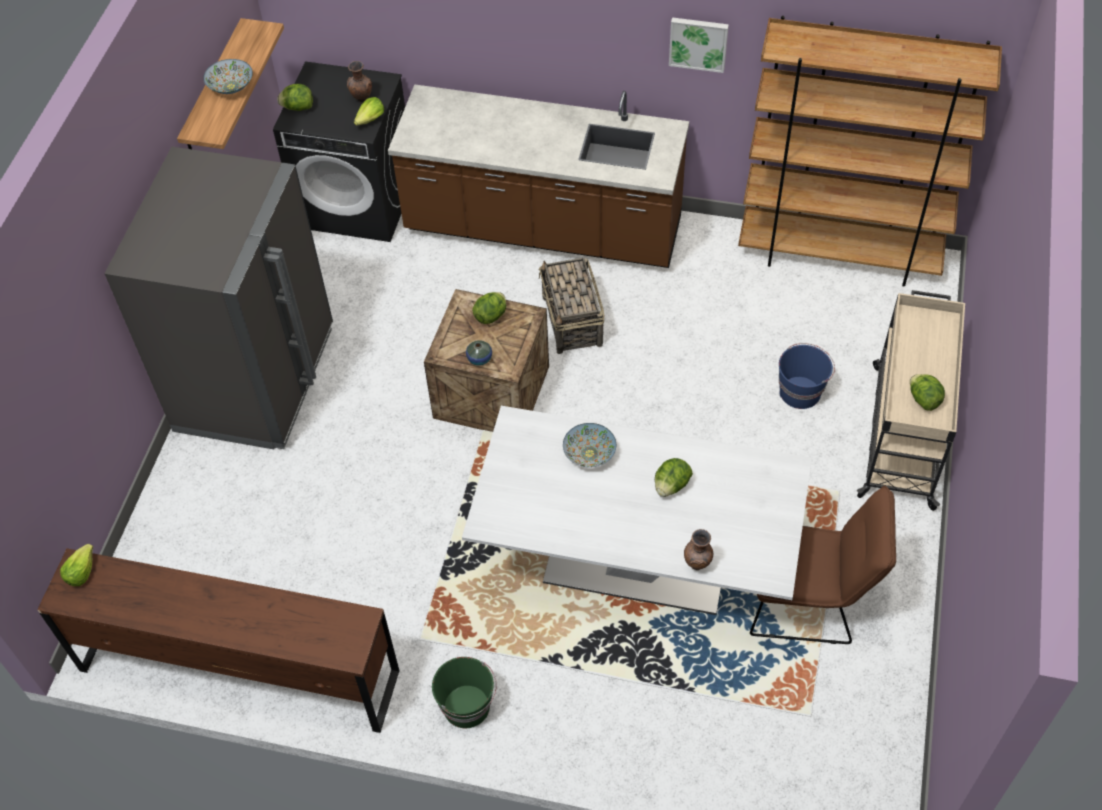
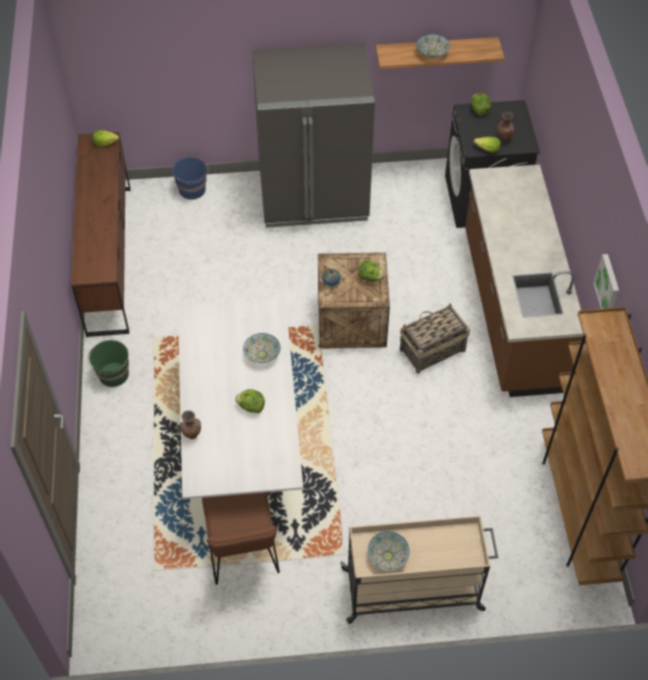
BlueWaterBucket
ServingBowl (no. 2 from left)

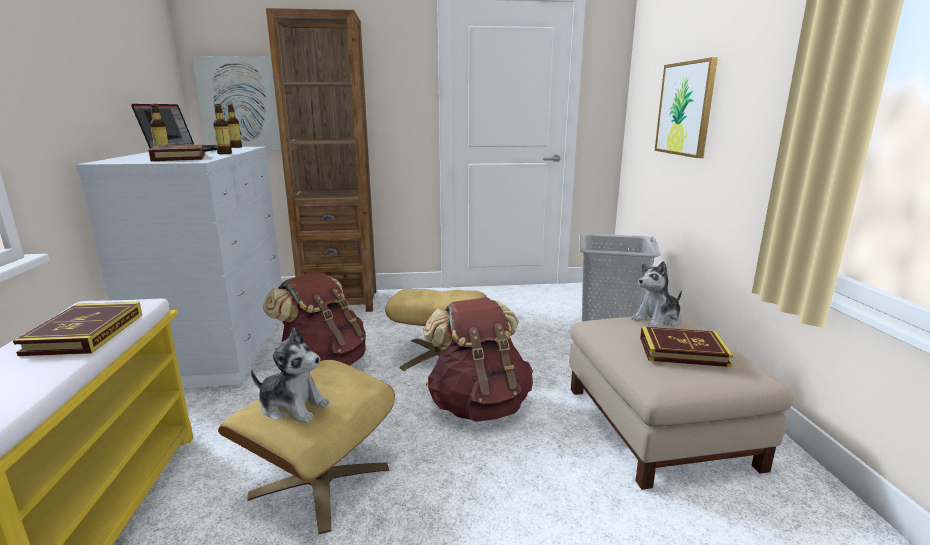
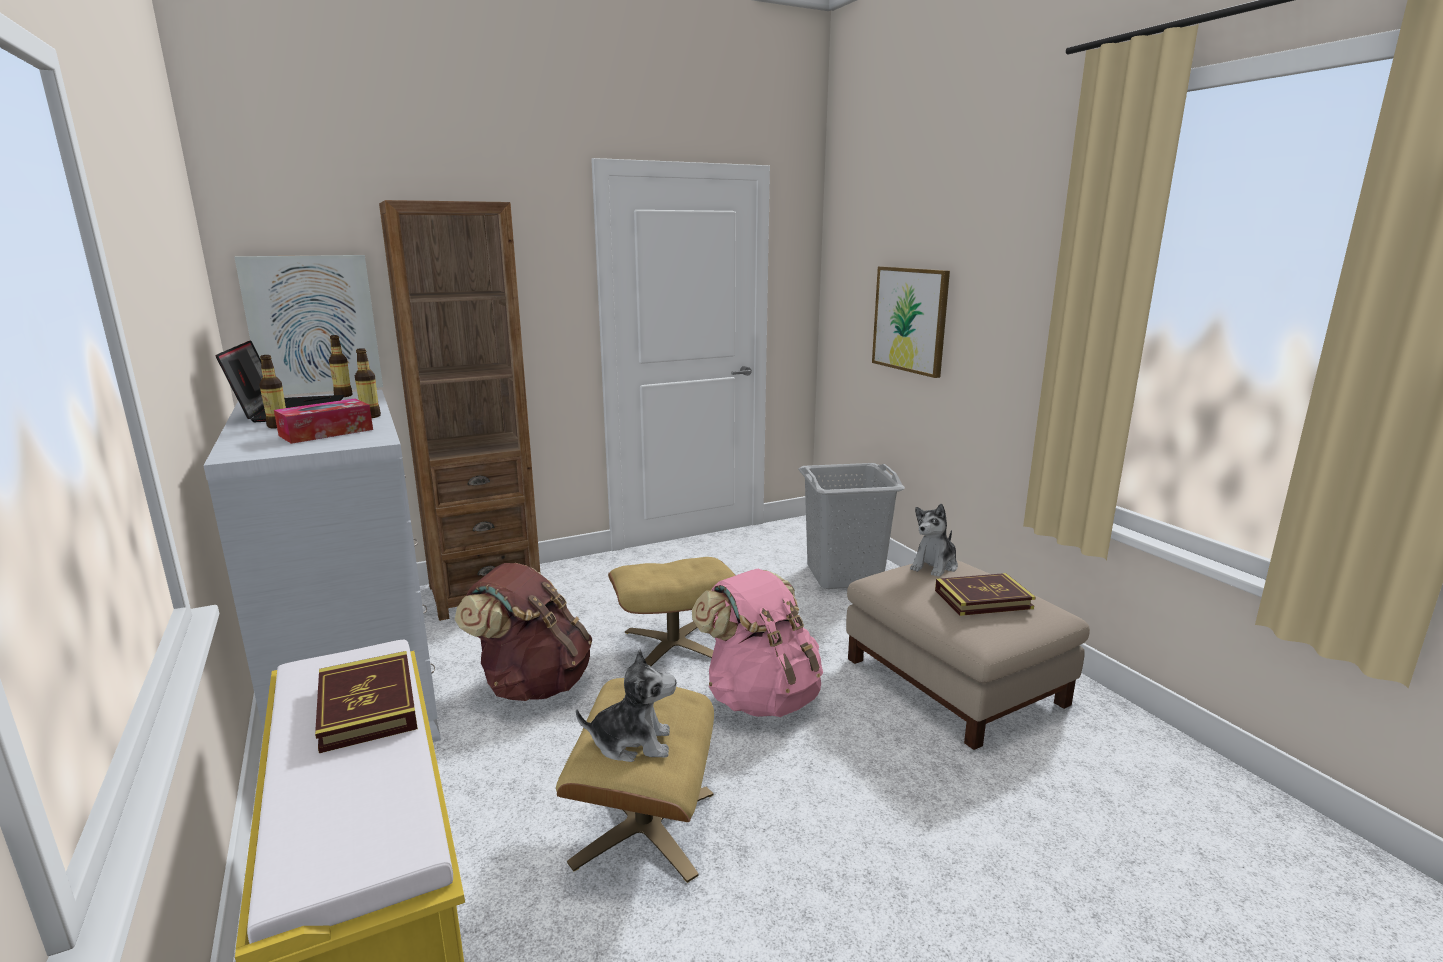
TissueHolder
PinkColouredKnapsack

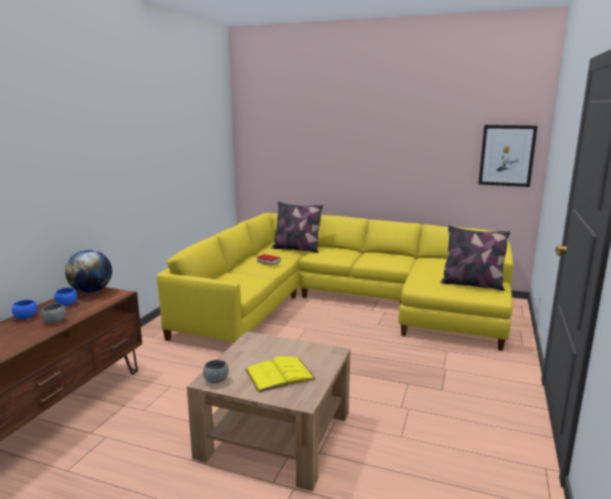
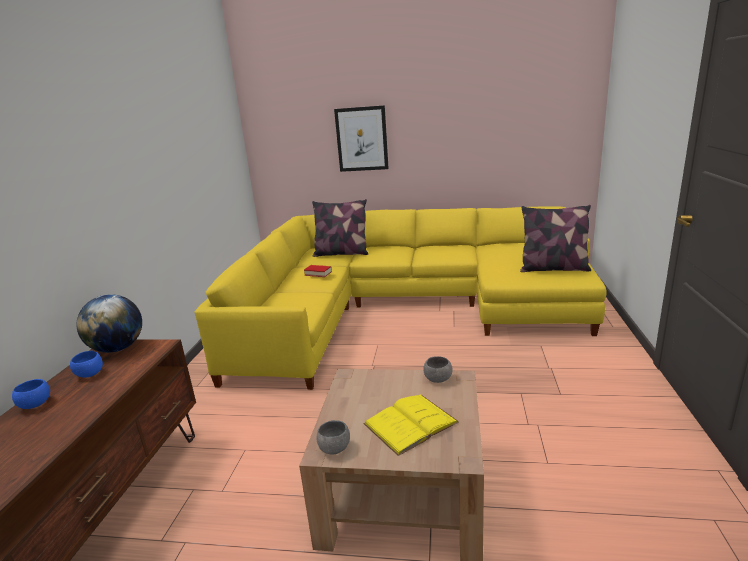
WallPicture
GreyishServingBowl (no. 2 from left)

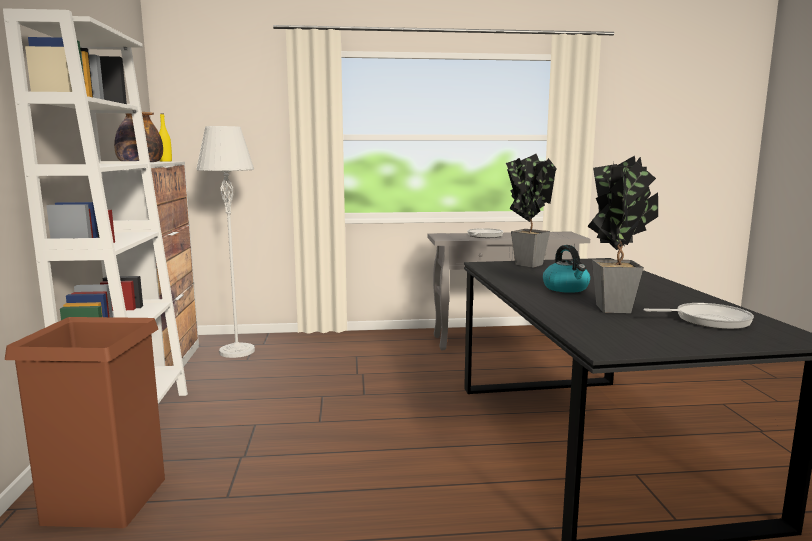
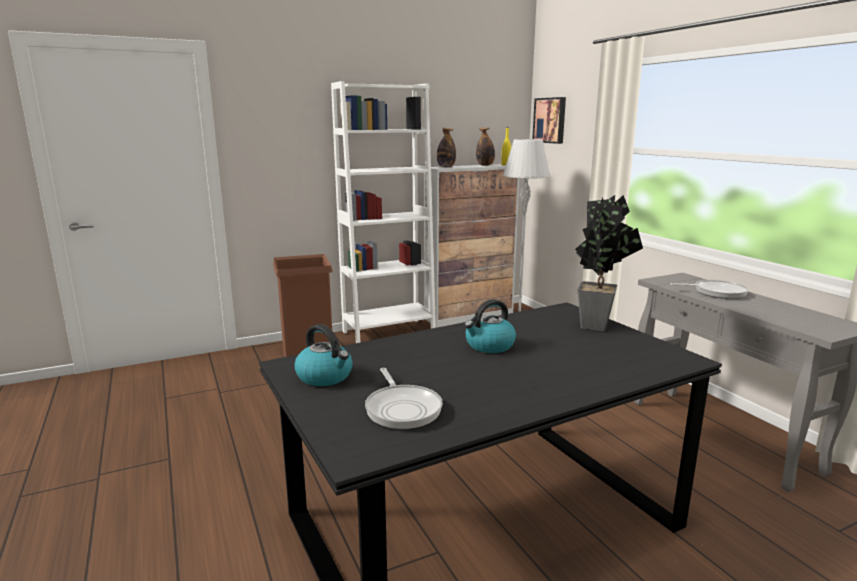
TeaKettle (no. 1 from left)
WallPicture
Houseplant (no. 2 from left in the first image)

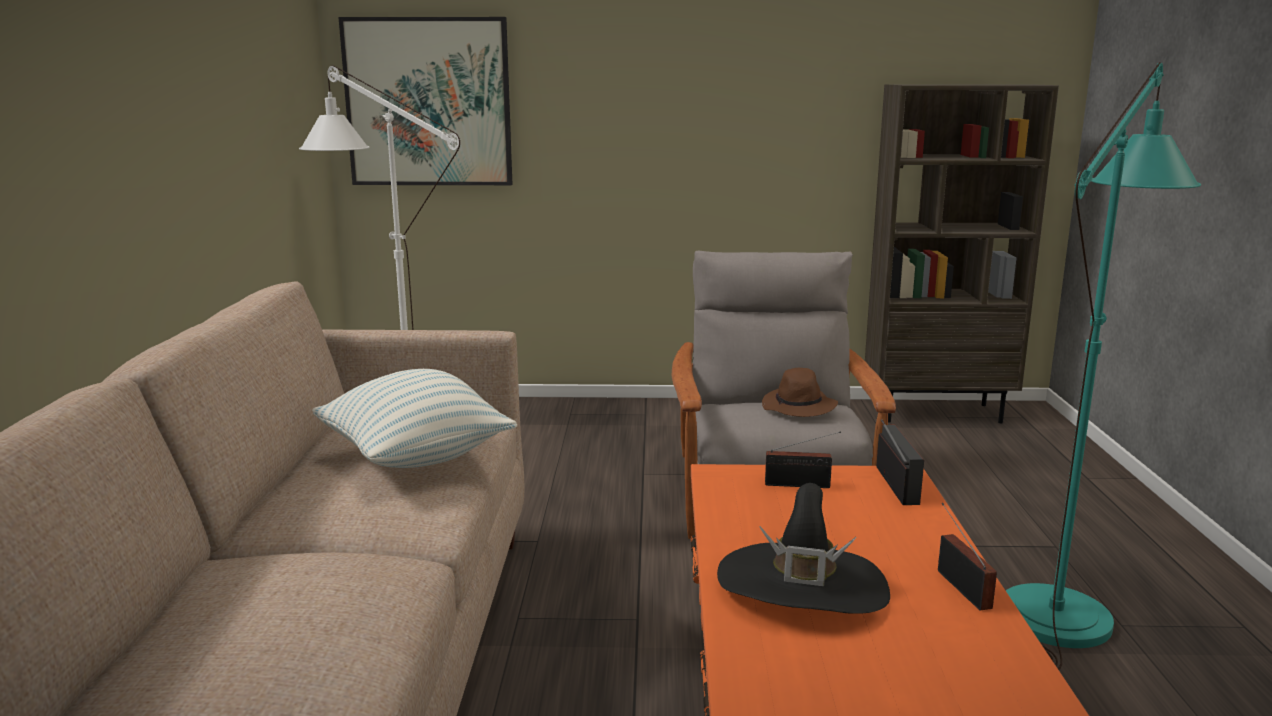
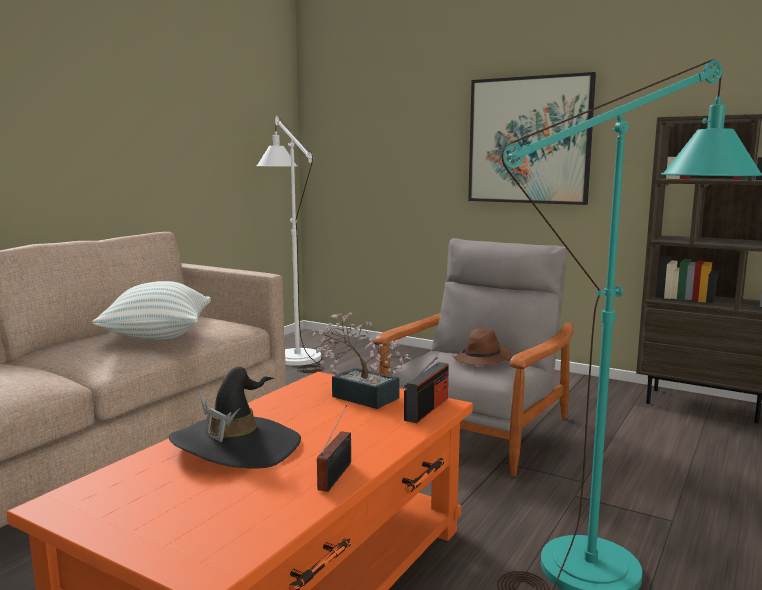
Houseplant
WallPicture

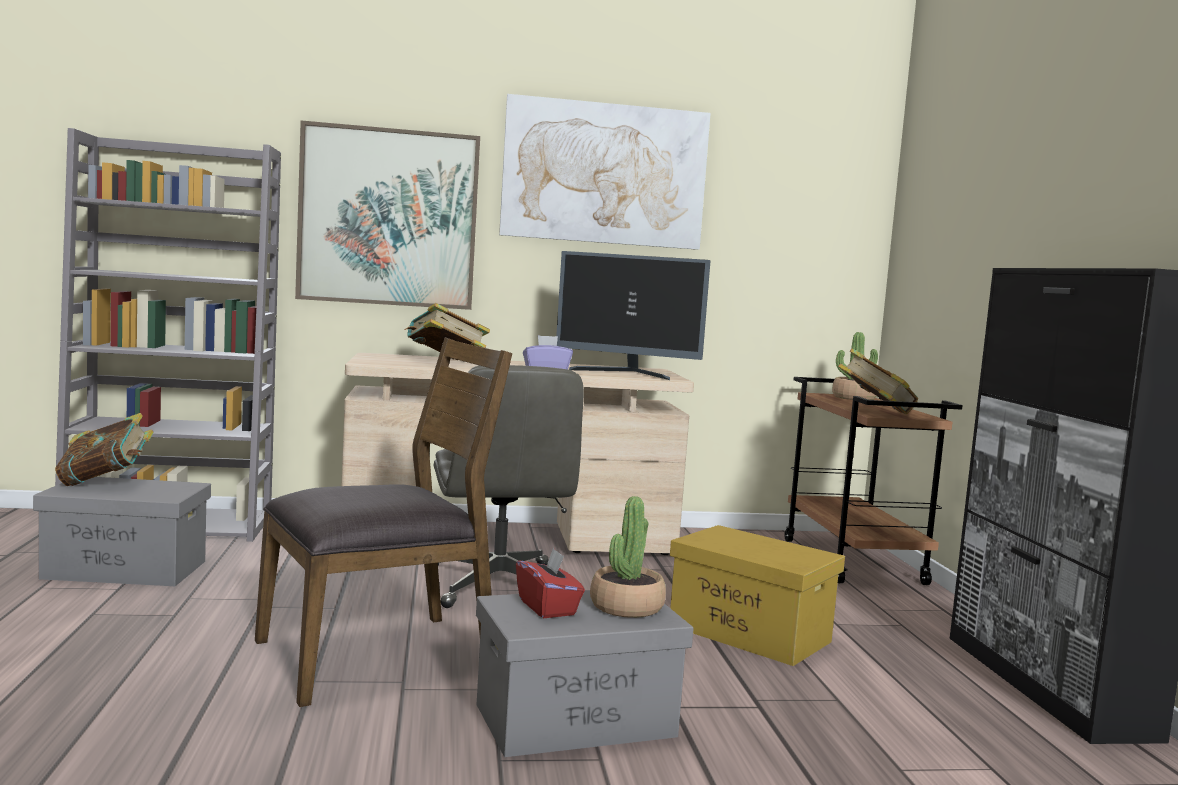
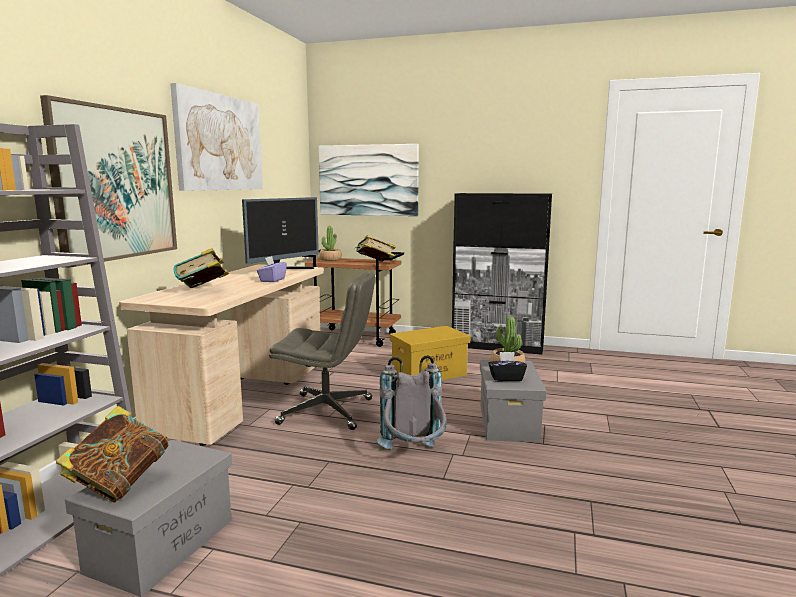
WallPicture (no. 3 from left)
GreyishKnapsack
BlackColouredTissueHolder

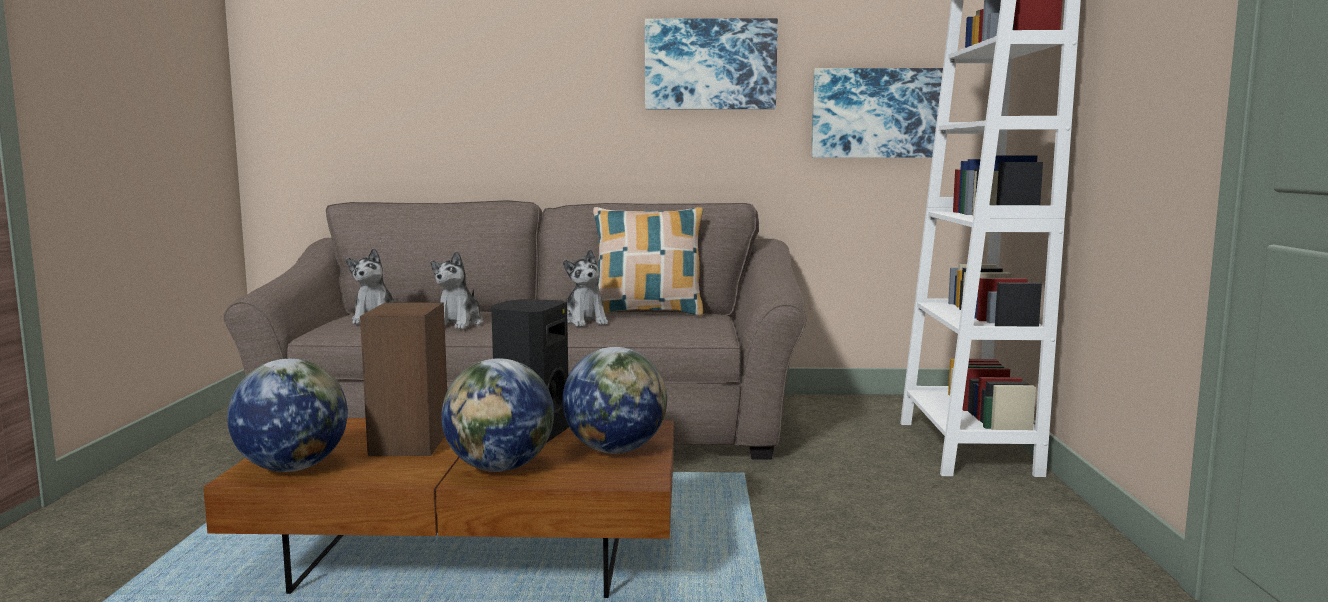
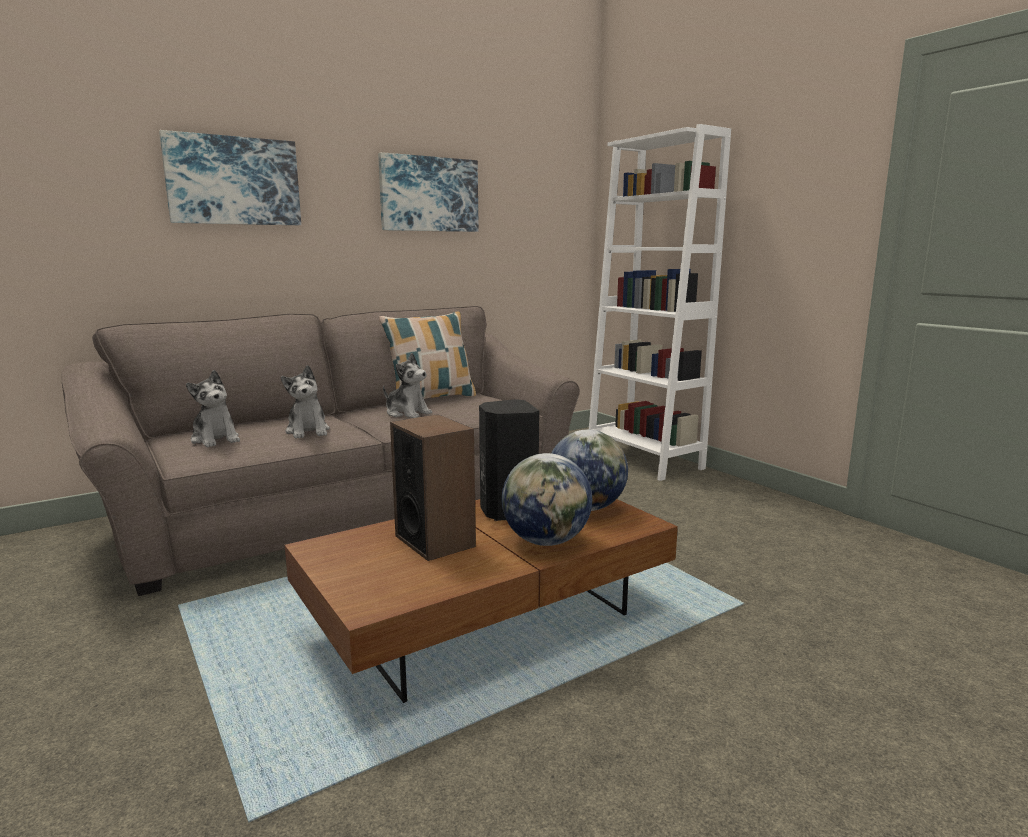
WallPicture (no. 1 from left)
WorldGlobe (no. 1 from left in the first image)

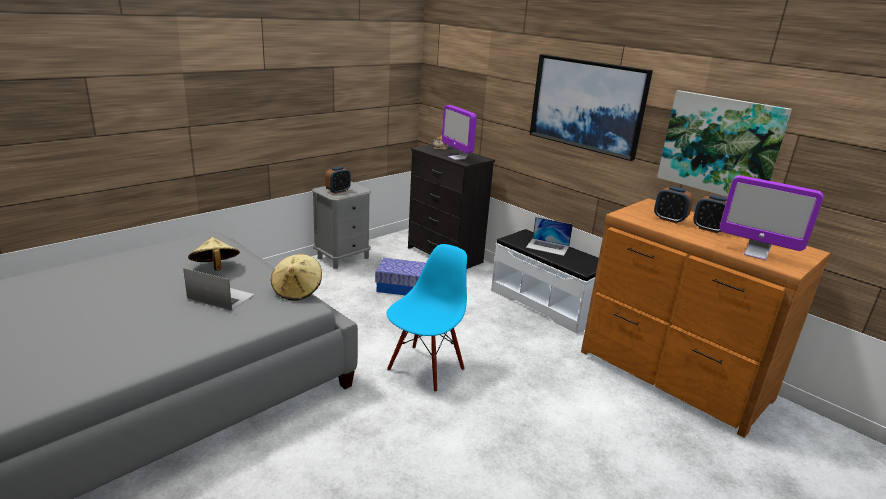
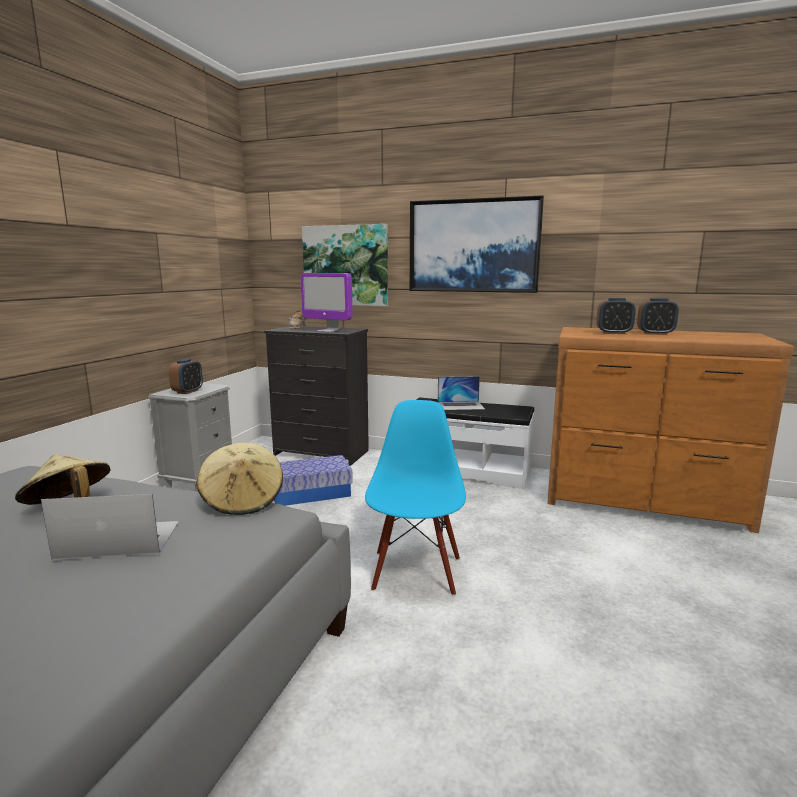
WallPicture (no. 1 from left)
ComputerScreen (no. 2 from left in the first image)

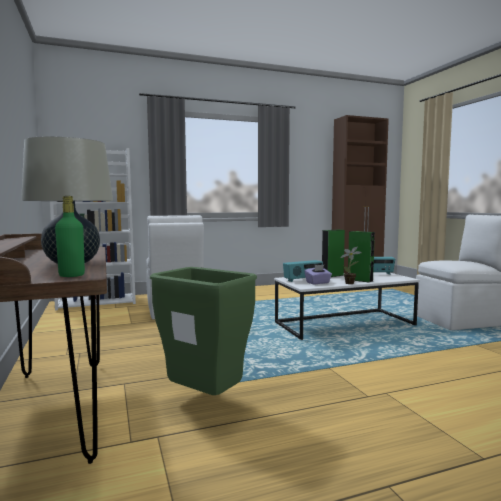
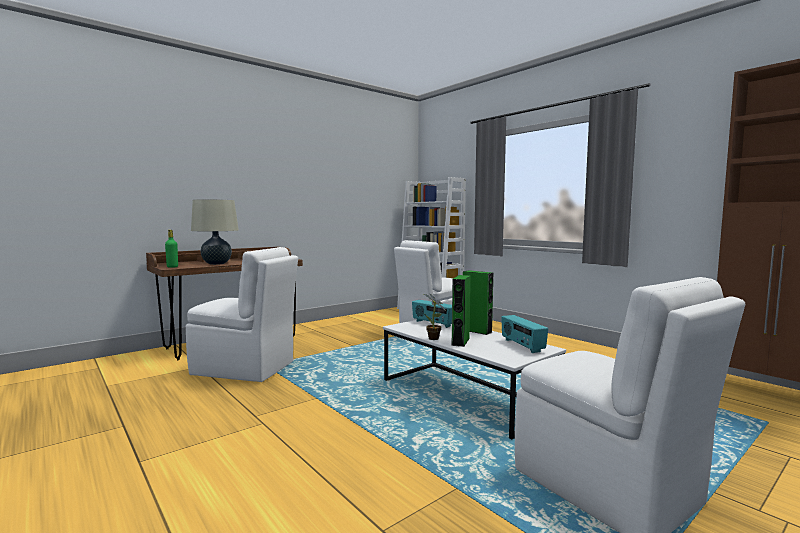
WhiteColouredUprightChair (no. 1 from left)
PurpleColouredTissueHolder

